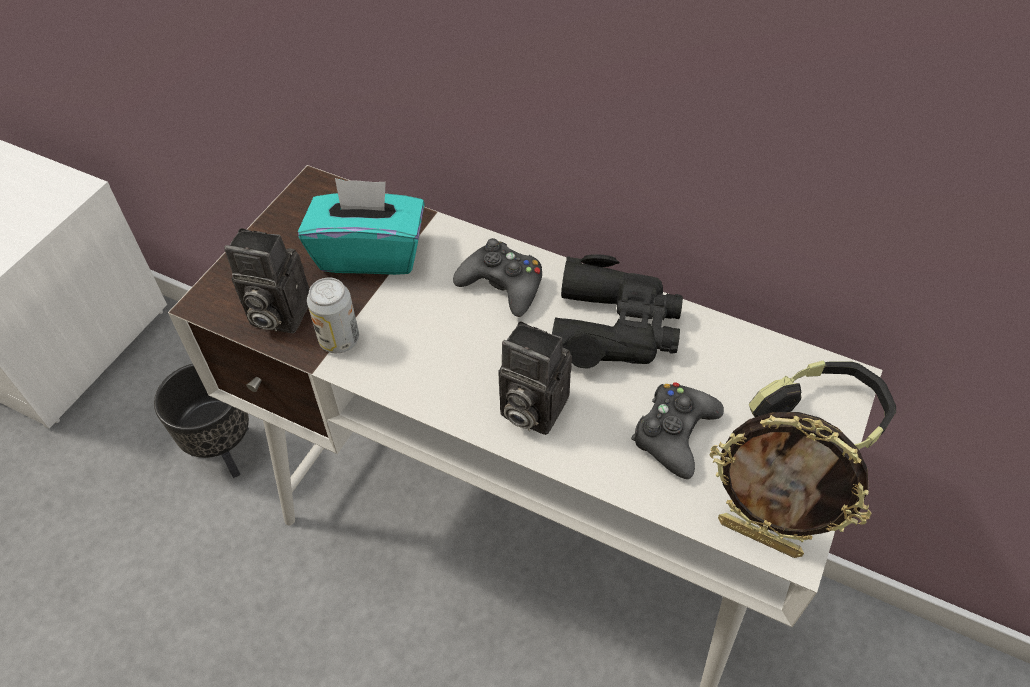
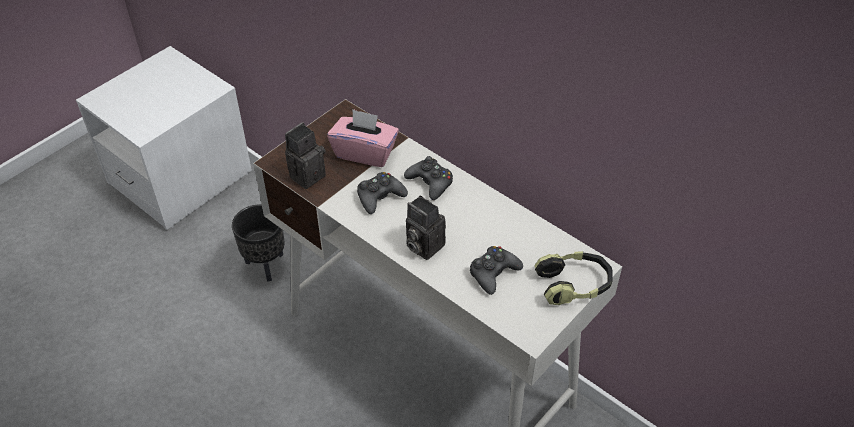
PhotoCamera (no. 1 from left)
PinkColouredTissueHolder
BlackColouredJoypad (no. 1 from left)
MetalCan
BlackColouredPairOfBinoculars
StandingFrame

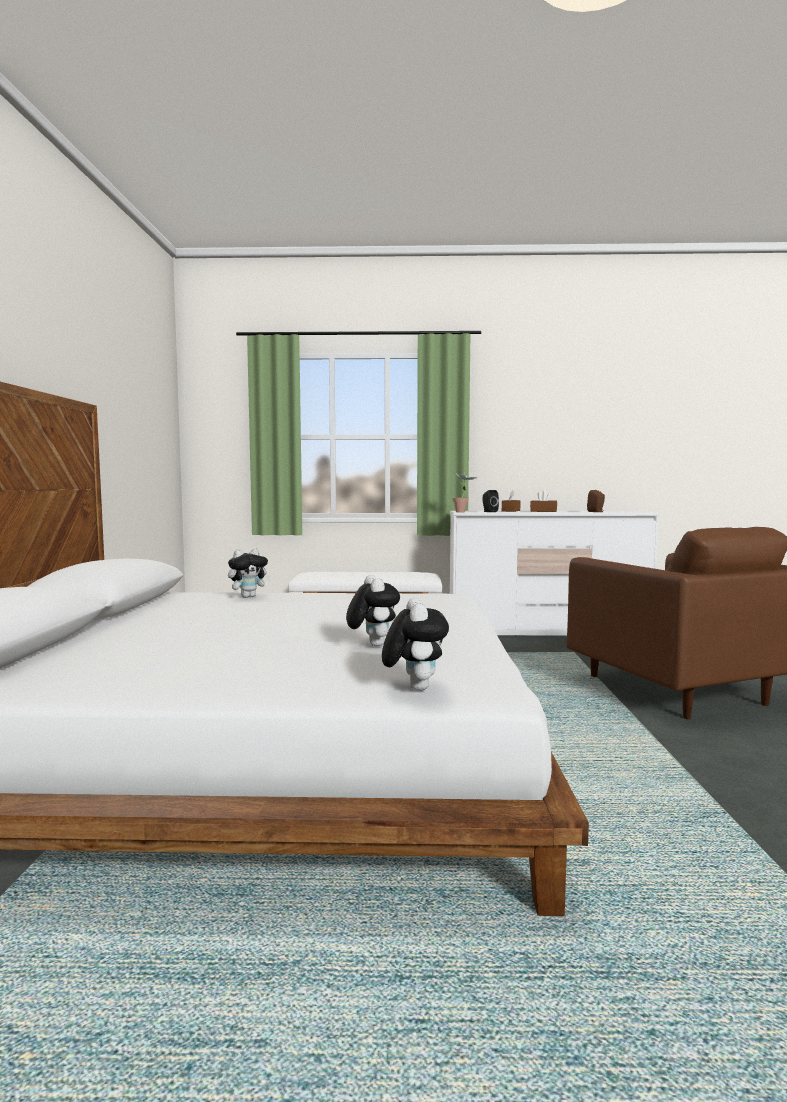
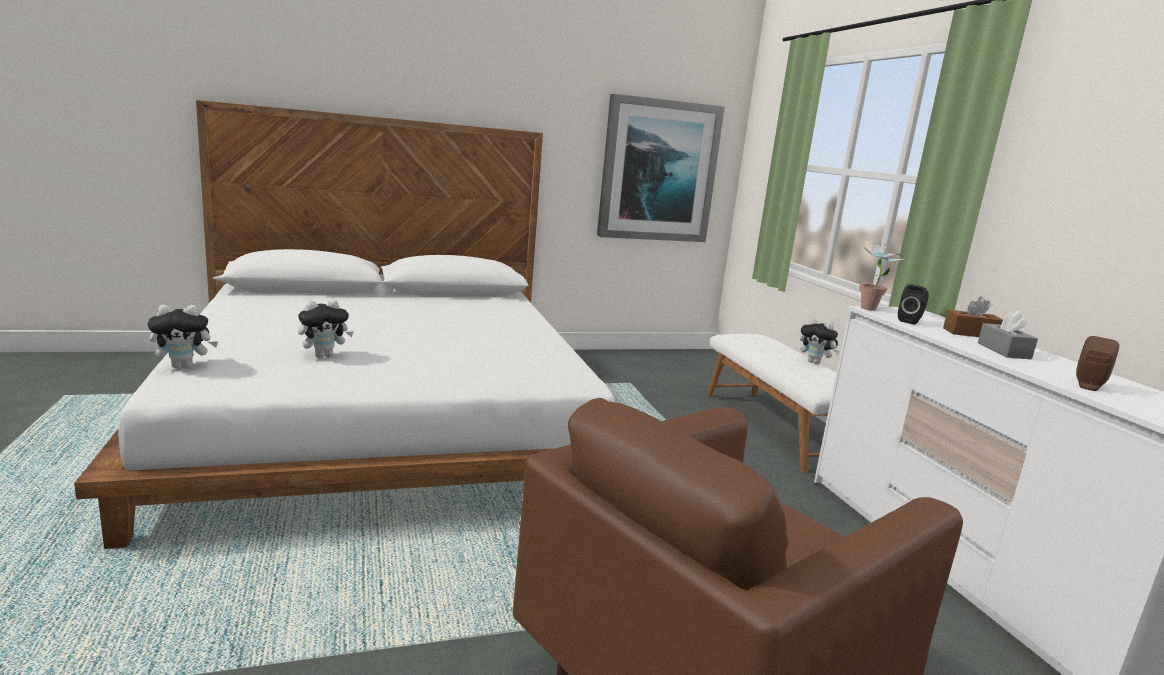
WallPicture
SoftToy (no. 3 from left)
GreyishTissueHolder

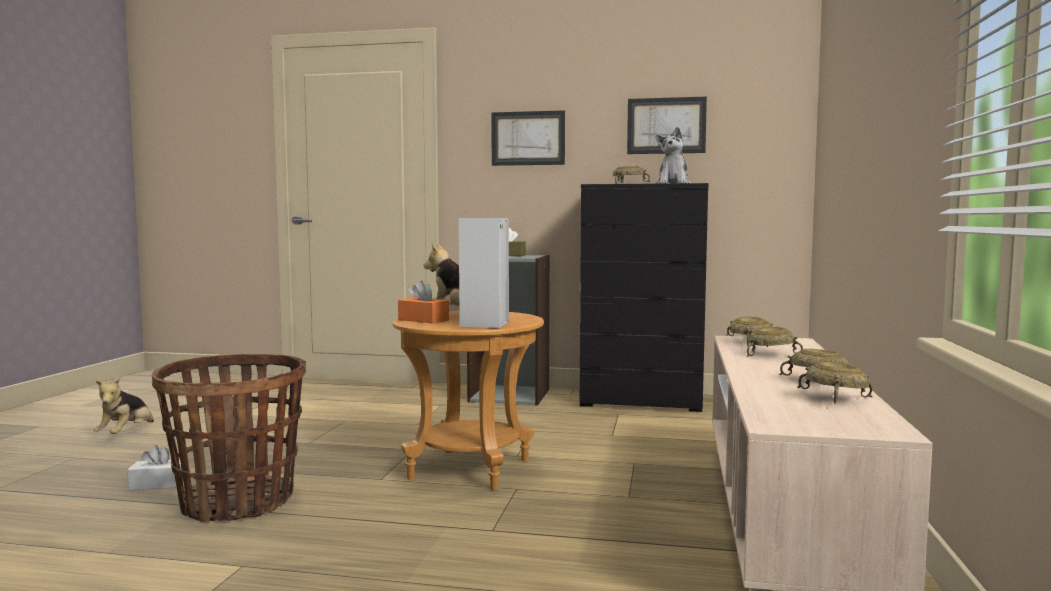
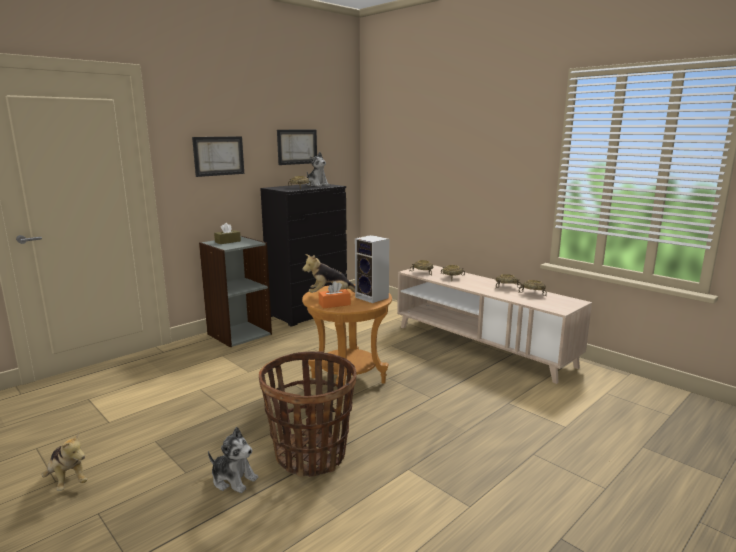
SoftToy (no. 2 from left)

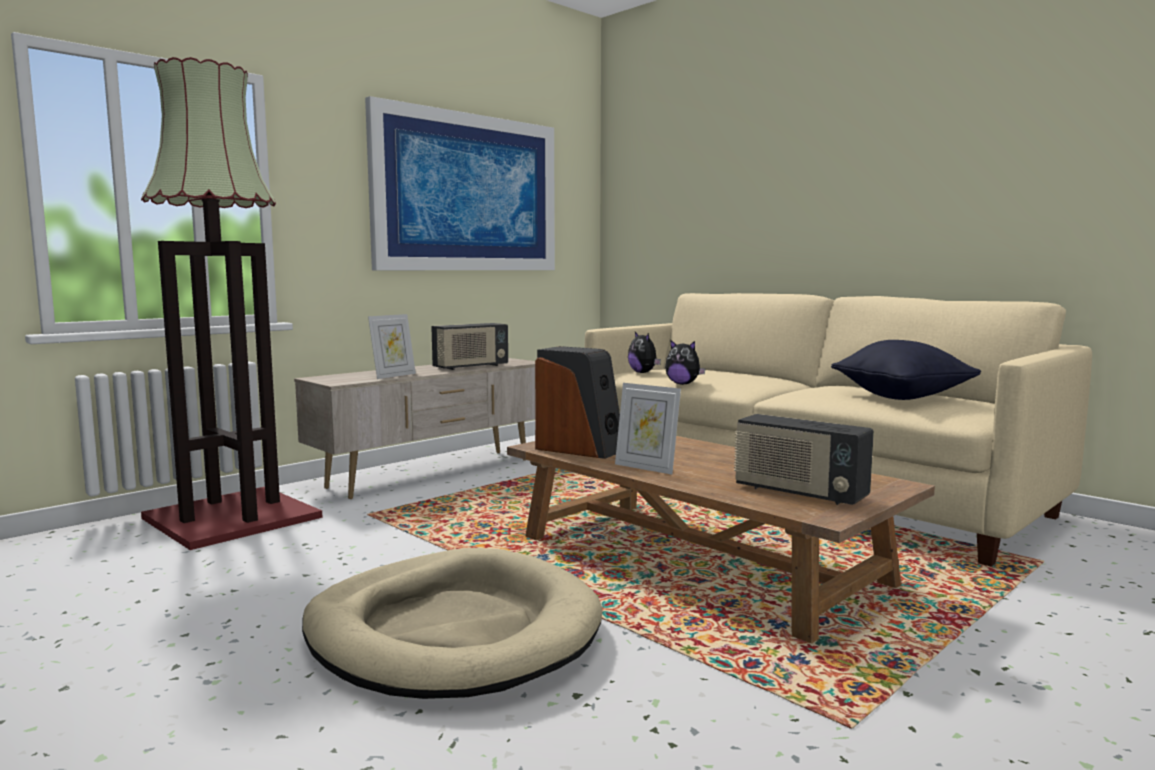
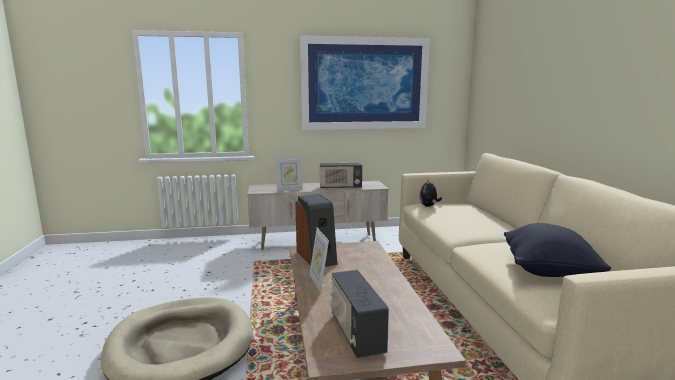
StandardLamp
SoftToy (no. 2 from left in the first image)

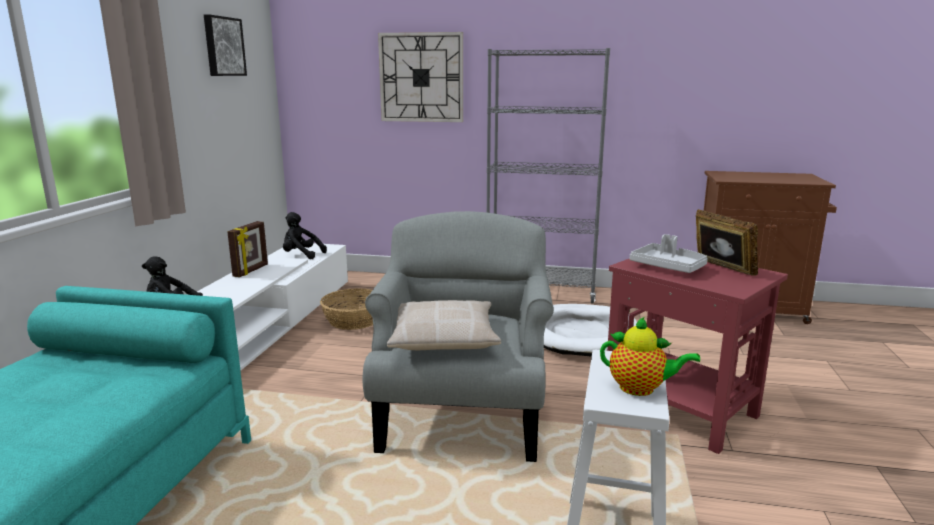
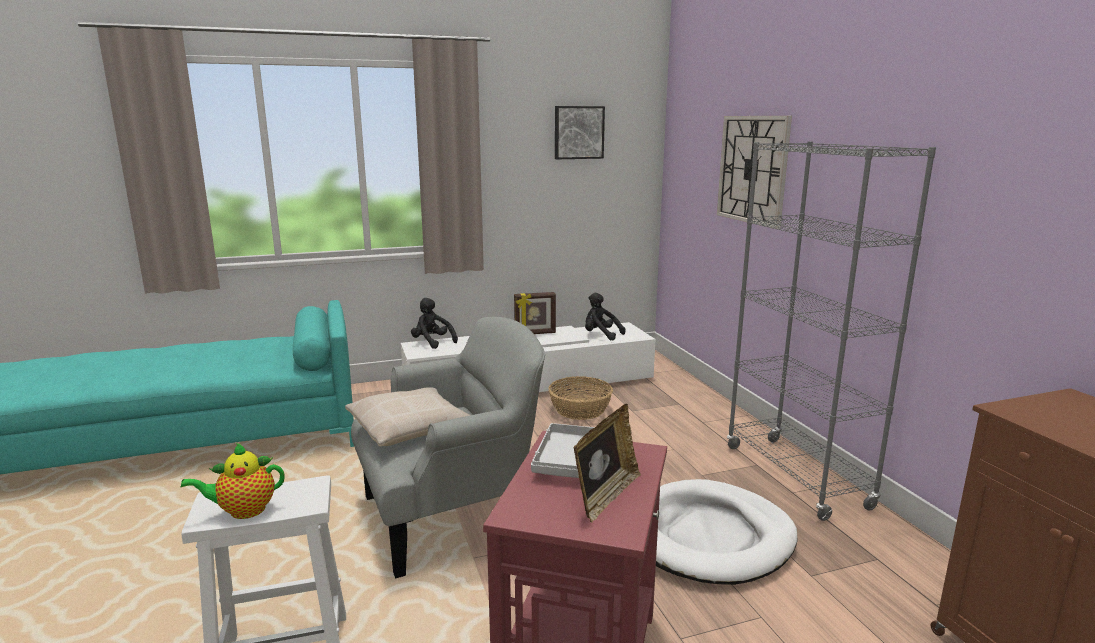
Teapot
BlackColouredSoftToy (no. 2 from left)

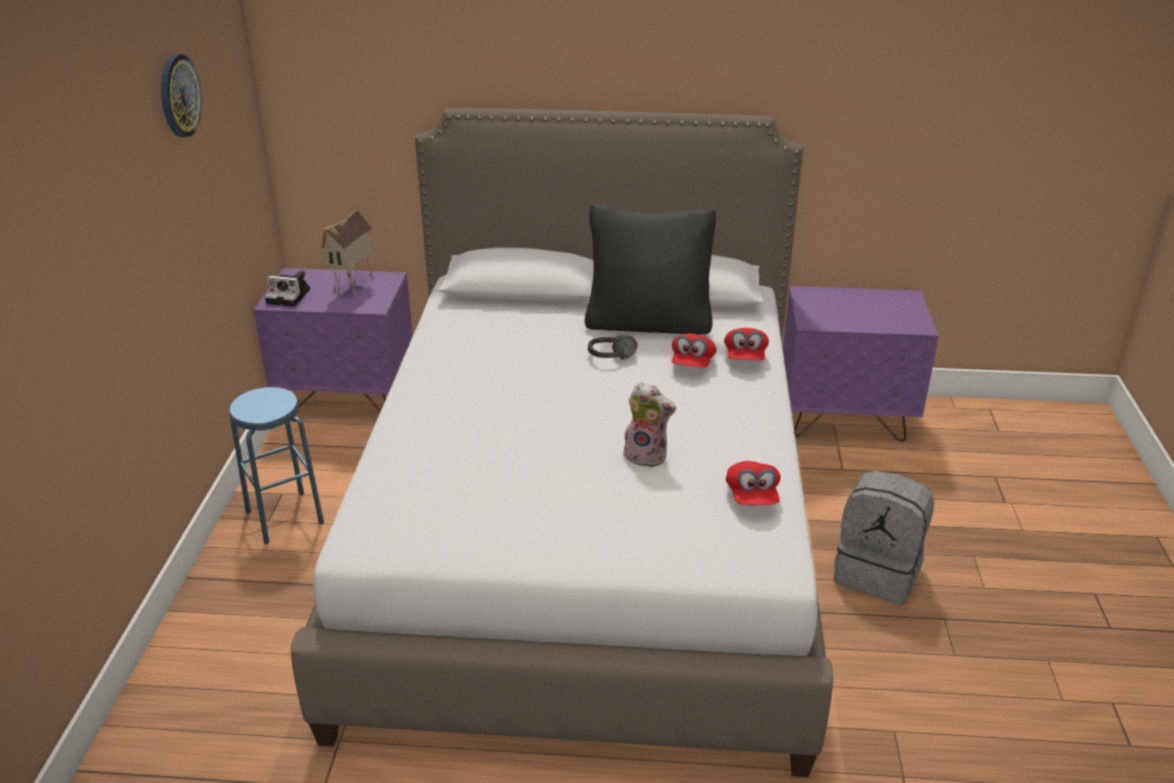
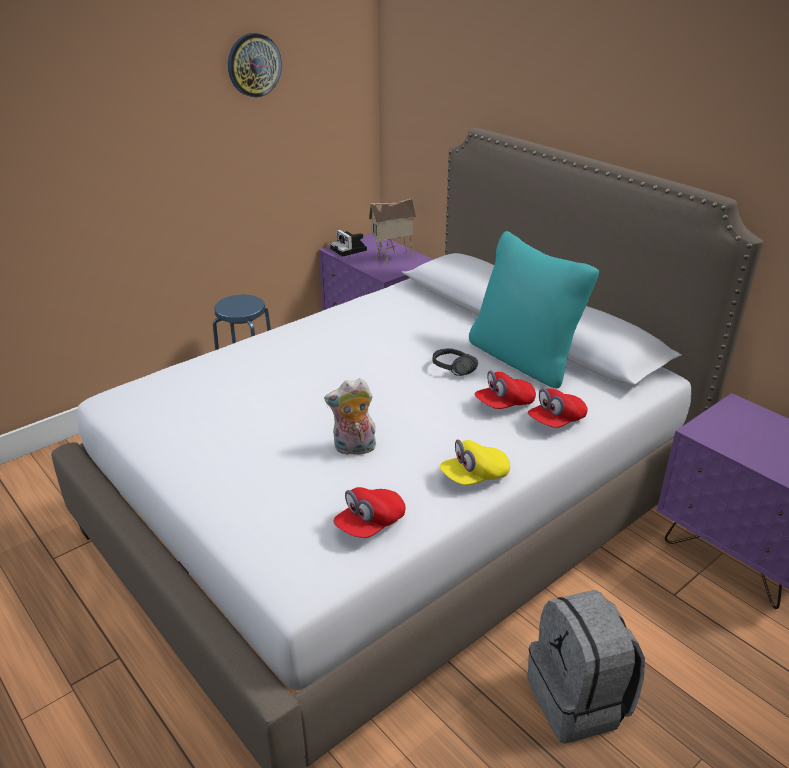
SoftToy
YellowColouredPeakedCap
TurquoiseColouredThrowPillow

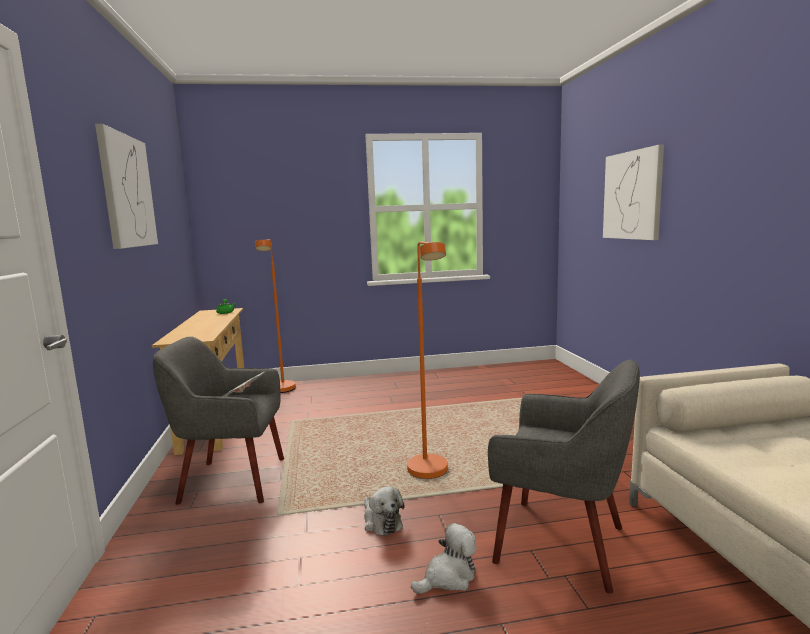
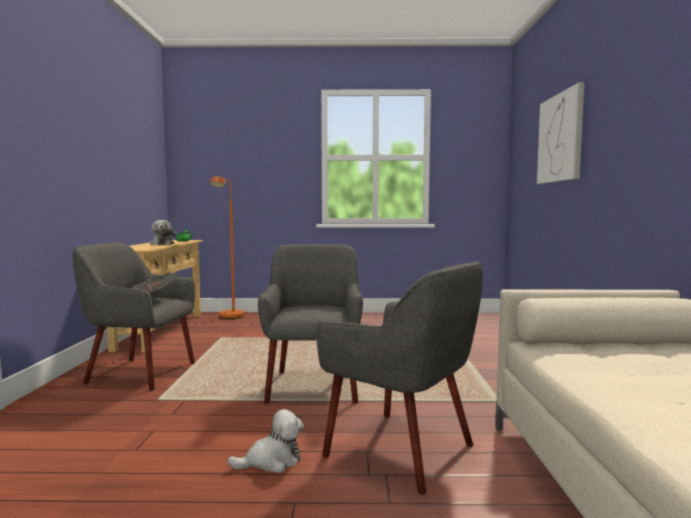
SoftToy (no. 1 from left)
GreyishEasyChair (no. 2 from left)
WallPicture (no. 1 from left in the first image)

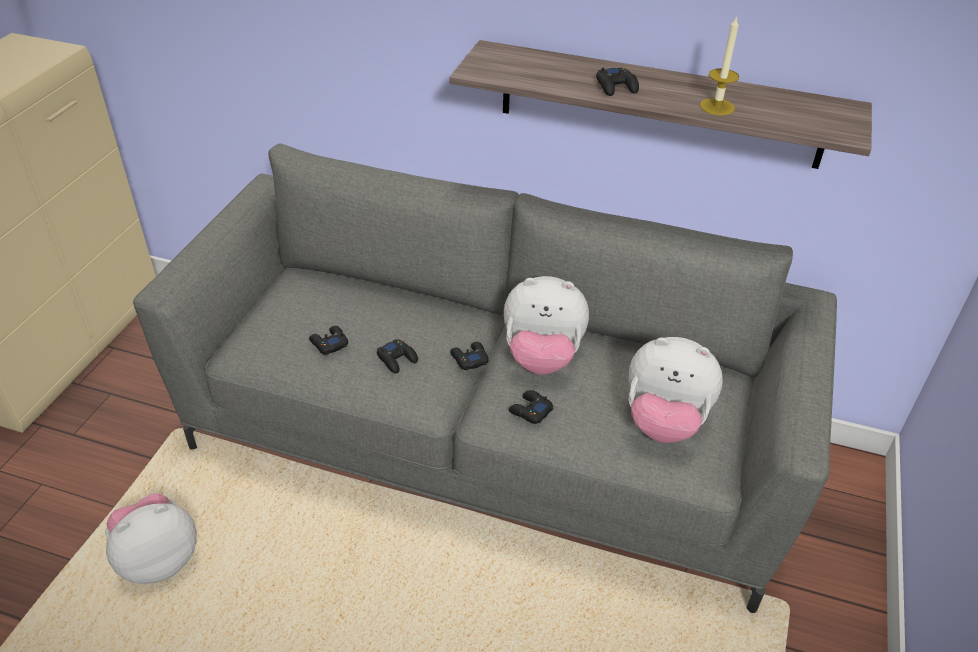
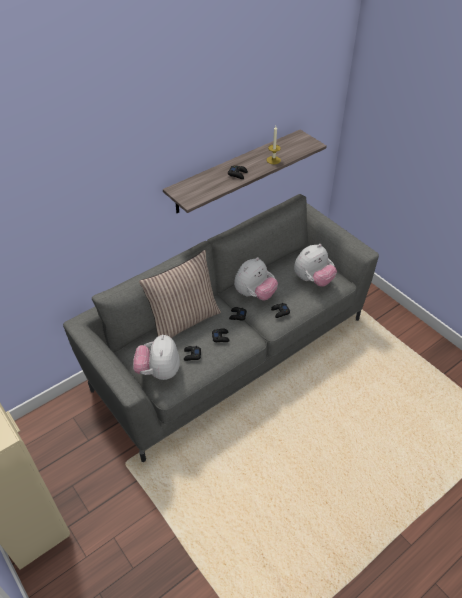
SoftToy (no. 1 from left)
ThrowPillow

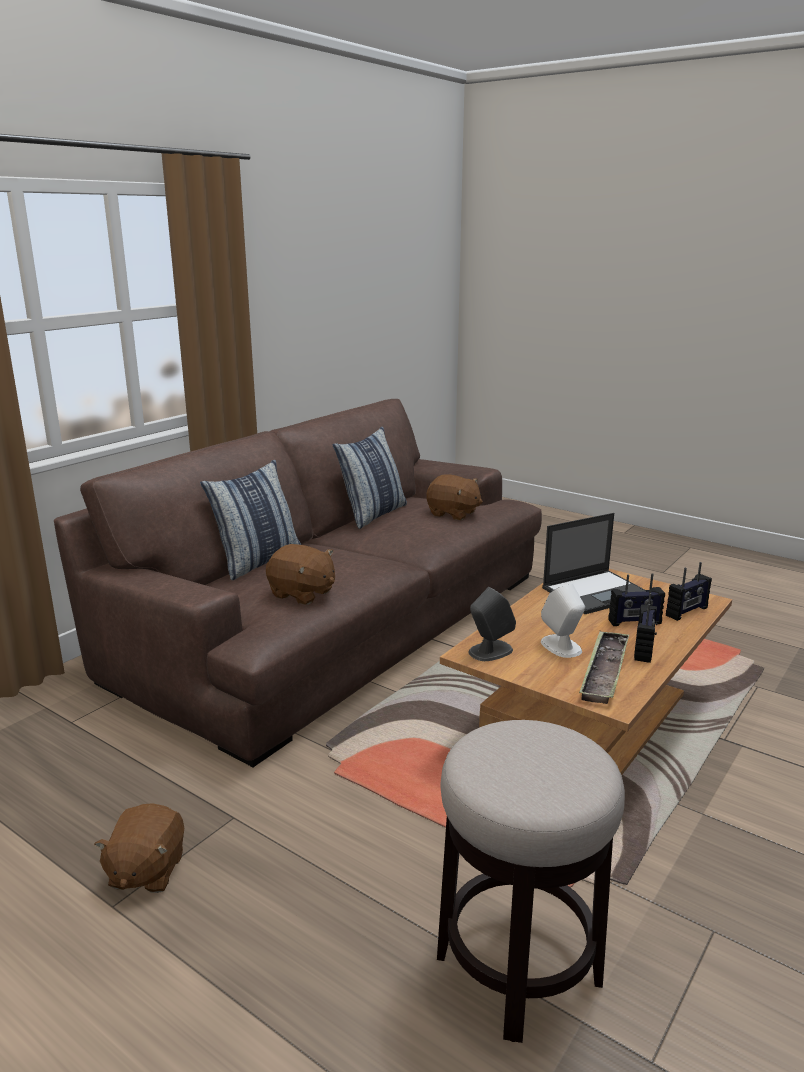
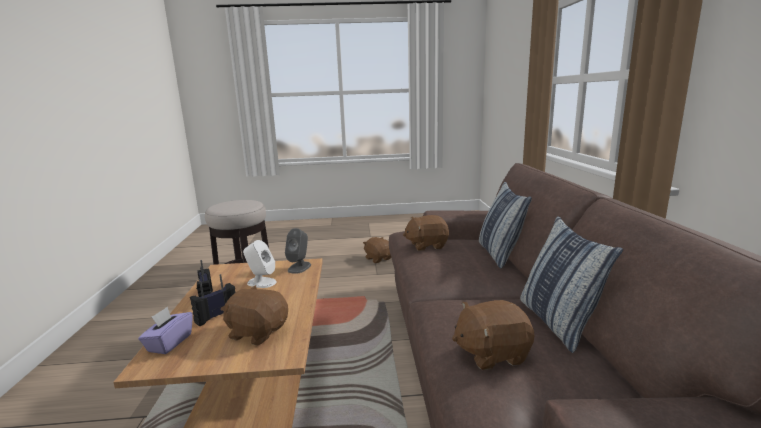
PurpleColouredTissueHolder
BrownishSoftToy (no. 1 from left)
Tray

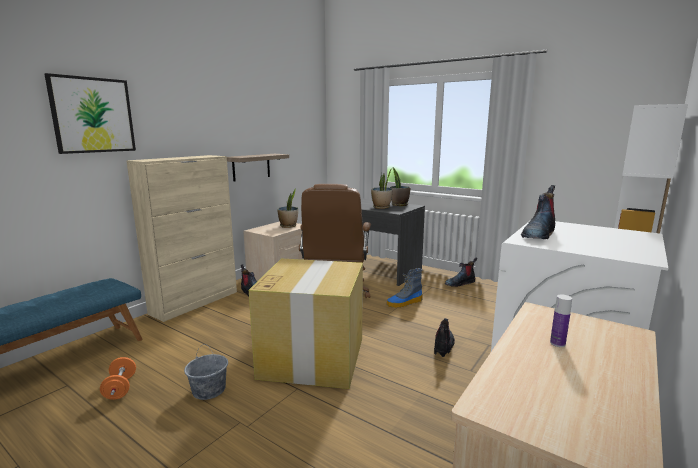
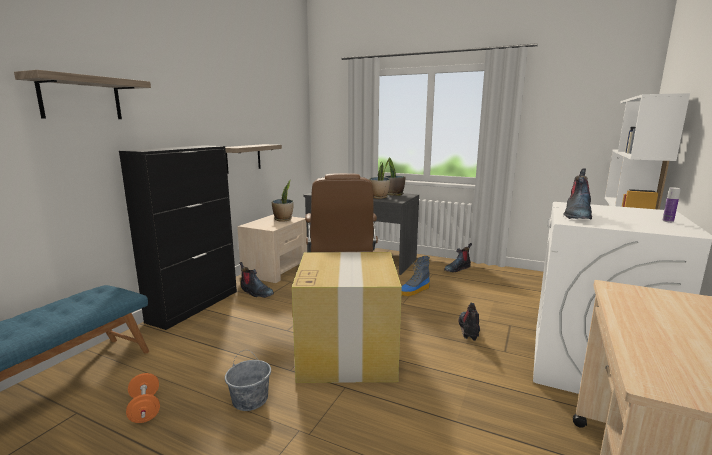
Shelf (no. 1 from left)
BlackColouredCabinet
DrinkBottle

